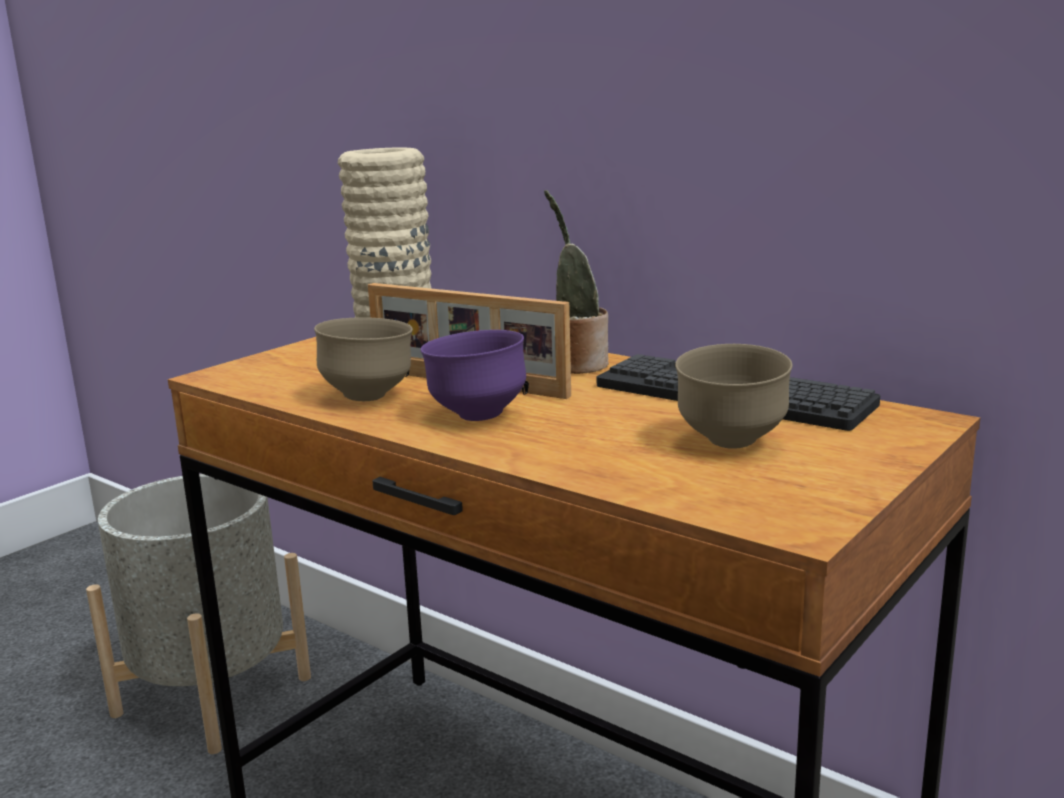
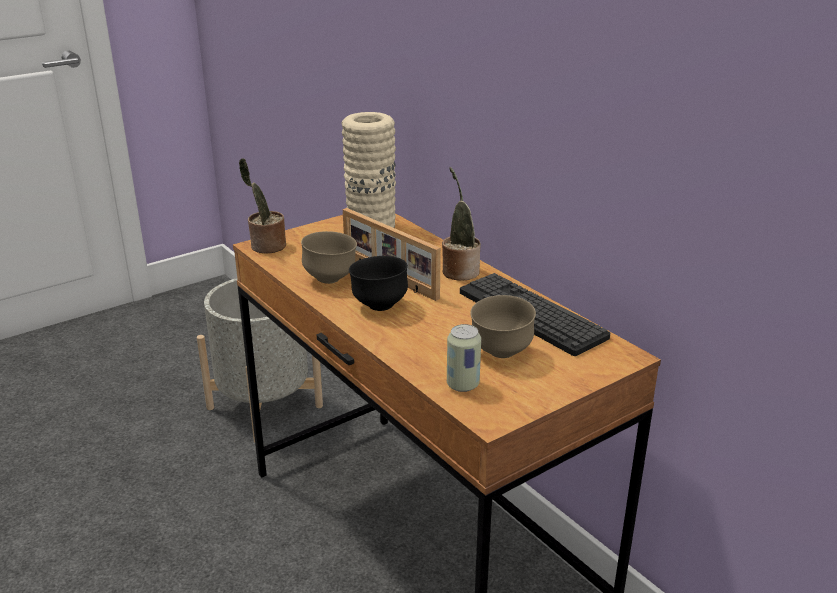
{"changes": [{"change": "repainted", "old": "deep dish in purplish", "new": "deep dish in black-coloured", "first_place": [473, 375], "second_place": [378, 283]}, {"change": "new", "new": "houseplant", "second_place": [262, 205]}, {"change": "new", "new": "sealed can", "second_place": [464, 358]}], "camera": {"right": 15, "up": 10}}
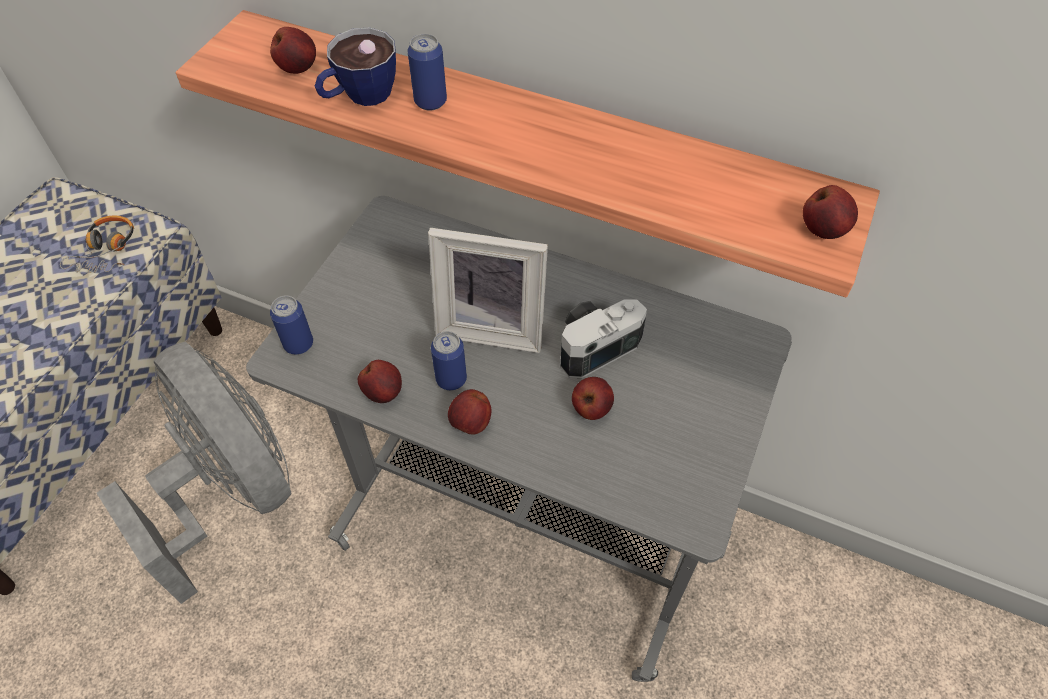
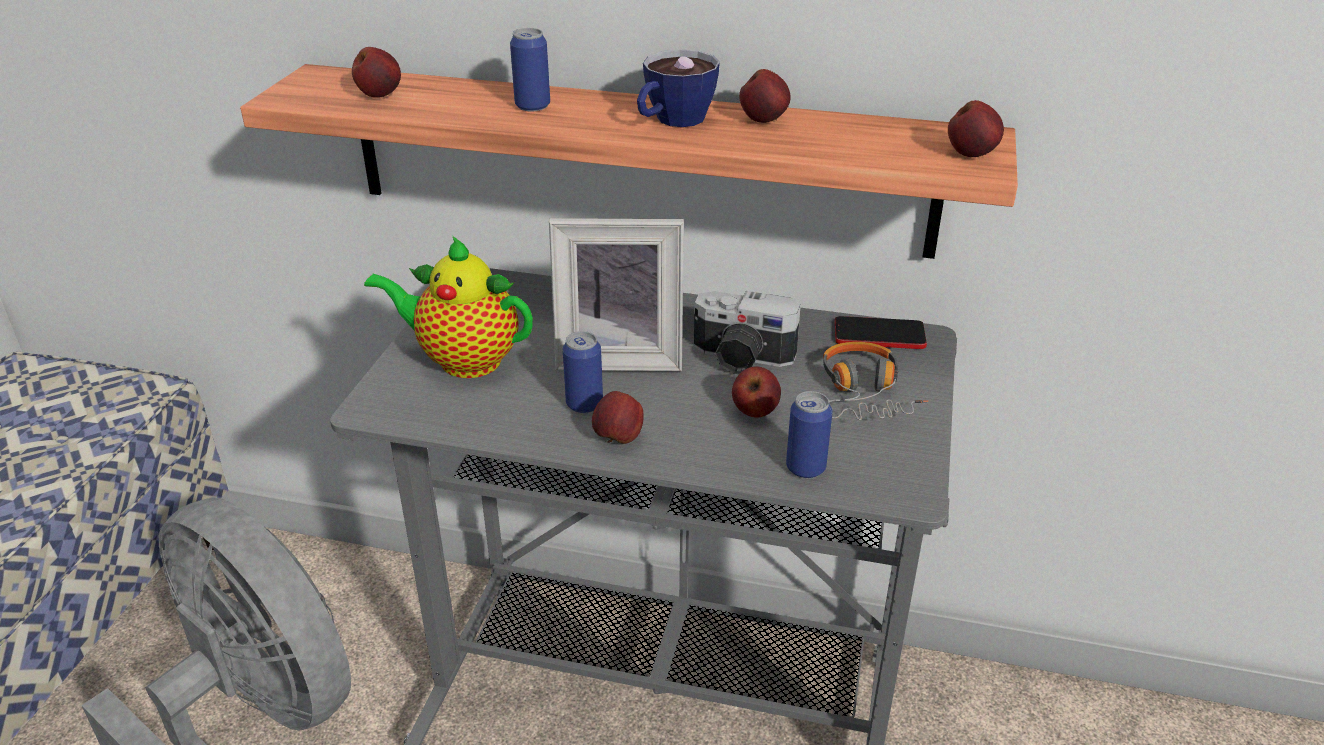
{"changes": [{"change": "shifted", "old": "headset", "first_place": [97, 244], "second_place": [876, 381]}, {"change": "shifted", "old": "sealed can", "first_place": [291, 325], "second_place": [809, 435]}, {"change": "shifted", "old": "cup", "first_place": [355, 66], "second_place": [678, 88]}, {"change": "shifted", "old": "apple", "first_place": [380, 381], "second_place": [765, 96]}, {"change": "rotated", "old": "photo camera", "first_place": [604, 338], "second_place": [747, 332], "degrees": -120}, {"change": "new", "new": "tea pot", "second_place": [448, 307]}, {"change": "new", "new": "telephone", "second_place": [881, 332]}], "camera": {"right": -10, "up": -20}}
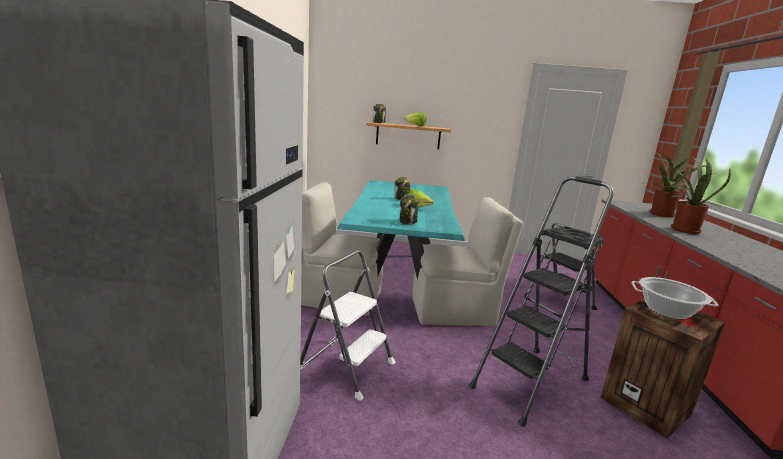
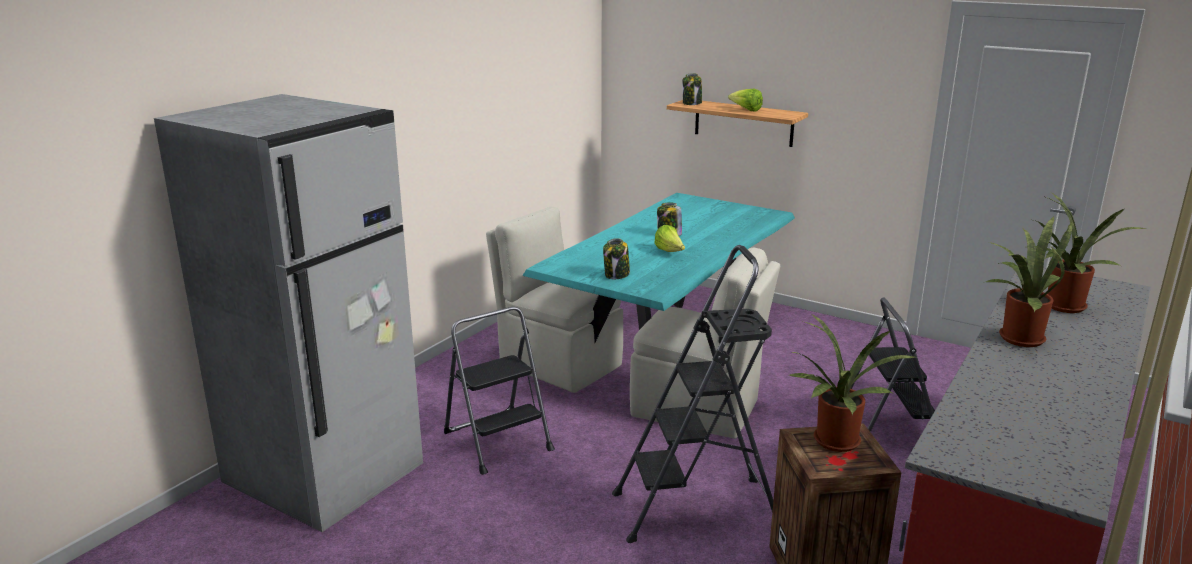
{"changes": [{"change": "repainted", "old": "step stool in white", "new": "step stool in black-coloured", "first_place": [347, 325], "second_place": [499, 391]}, {"change": "swapped", "old": "stockpot", "new": "houseplant", "first_place": [675, 298], "second_place": [853, 383]}], "camera": {"right": 30, "up": 5}}
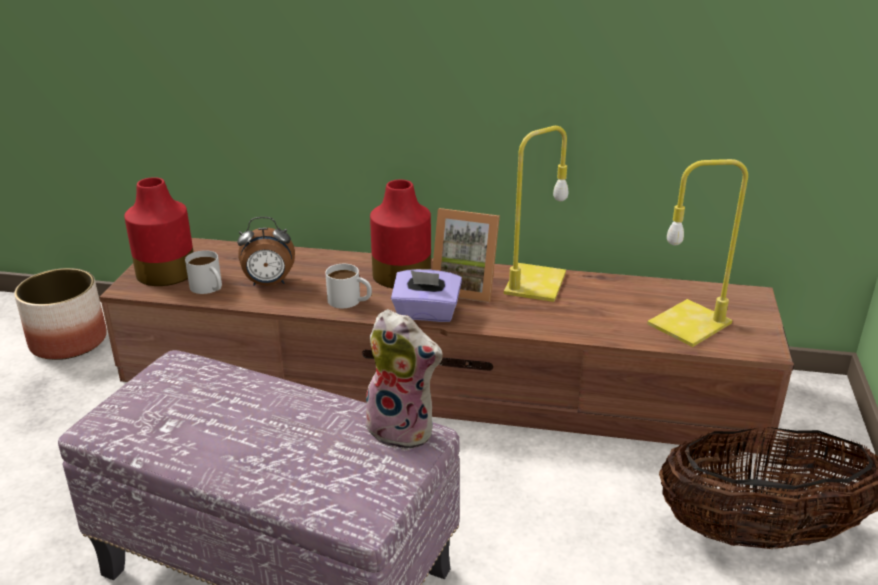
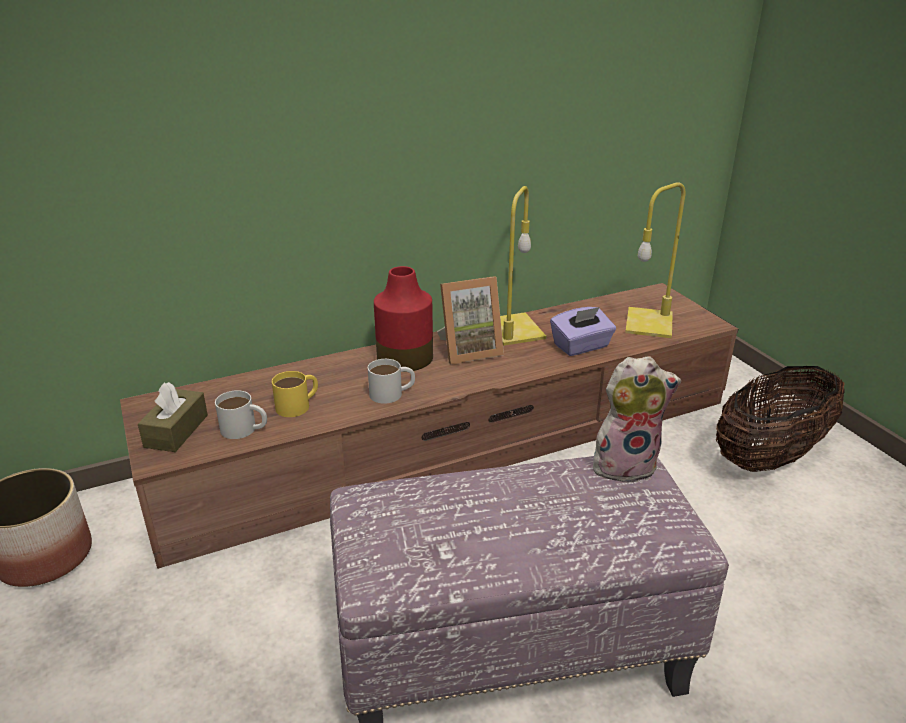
{"changes": [{"change": "swapped", "old": "flower vase in red", "new": "box of tissues in brown", "first_place": [158, 231], "second_place": [173, 417]}, {"change": "swapped", "old": "table clock", "new": "tea mug in yellow-coloured", "first_place": [266, 251], "second_place": [295, 394]}, {"change": "shifted", "old": "box of tissues in purplish", "first_place": [426, 295], "second_place": [583, 331]}], "camera": {"right": -35, "up": 0}}
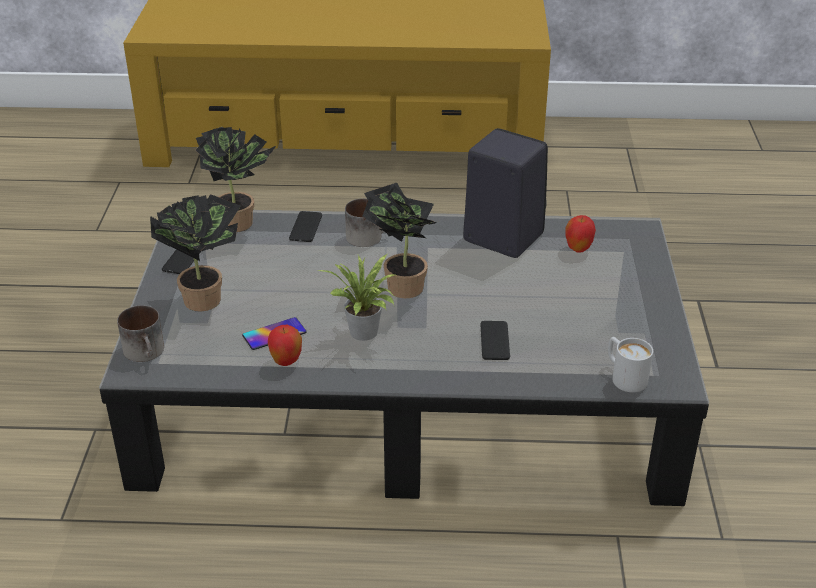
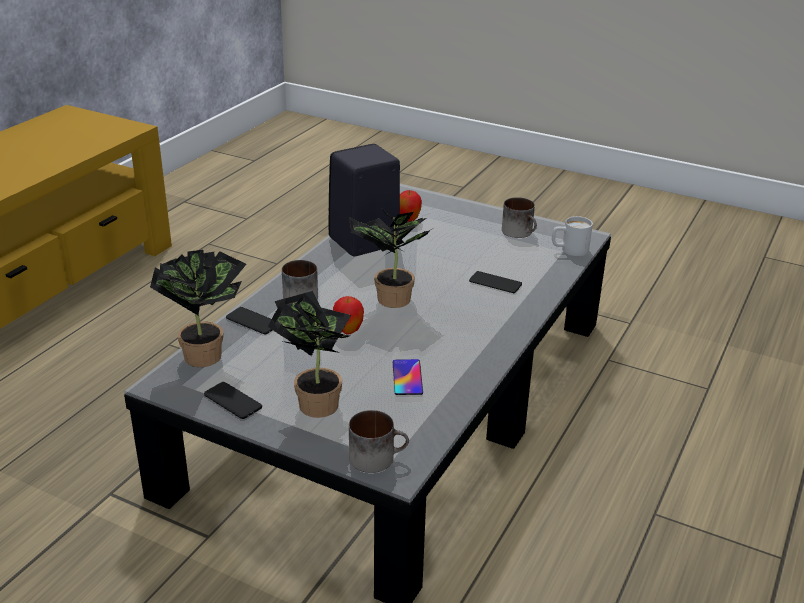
{"changes": [{"change": "shifted", "old": "apple", "first_place": [285, 345], "second_place": [348, 315]}, {"change": "gone", "old": "houseplant", "first_place": [356, 297]}, {"change": "new", "new": "tea mug", "second_place": [519, 217]}], "camera": {"right": -65, "up": -5}}
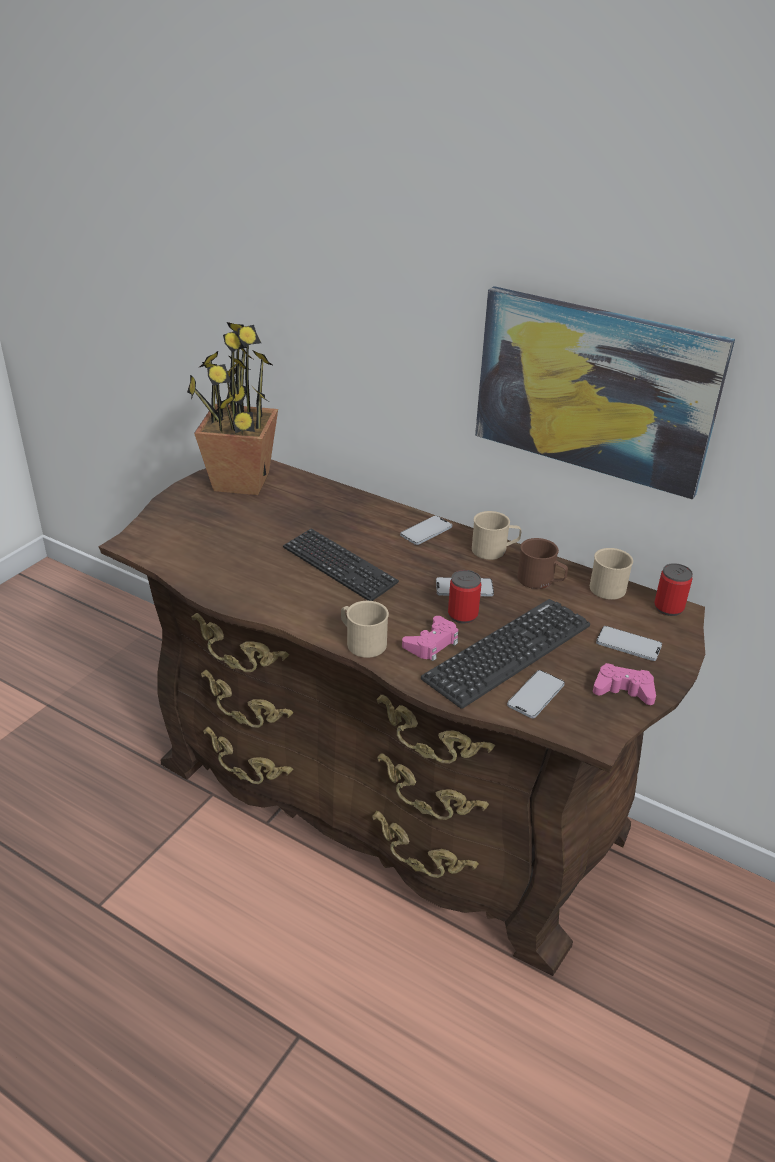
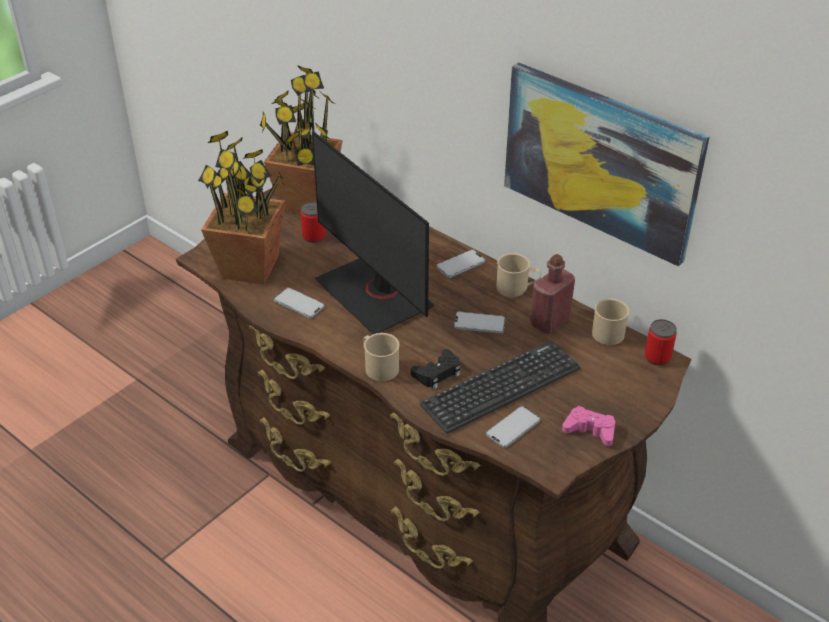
{"changes": [{"change": "swapped", "old": "PC keyboard", "new": "computer display", "first_place": [341, 565], "second_place": [373, 232]}, {"change": "repainted", "old": "game controller in pink-coloured", "new": "game controller in black-coloured", "first_place": [430, 638], "second_place": [435, 369]}, {"change": "shifted", "old": "sealed can", "first_place": [464, 597], "second_place": [313, 222]}, {"change": "swapped", "old": "tea mug in brown", "new": "bottle in red", "first_place": [542, 563], "second_place": [552, 294]}, {"change": "shifted", "old": "telephone", "first_place": [629, 643], "second_place": [299, 302]}, {"change": "new", "new": "houseplant", "second_place": [242, 208]}], "camera": {"right": 10, "up": 5}}
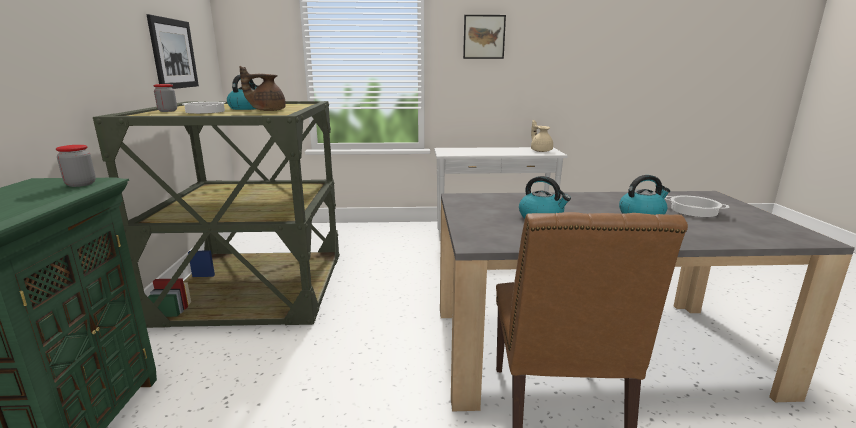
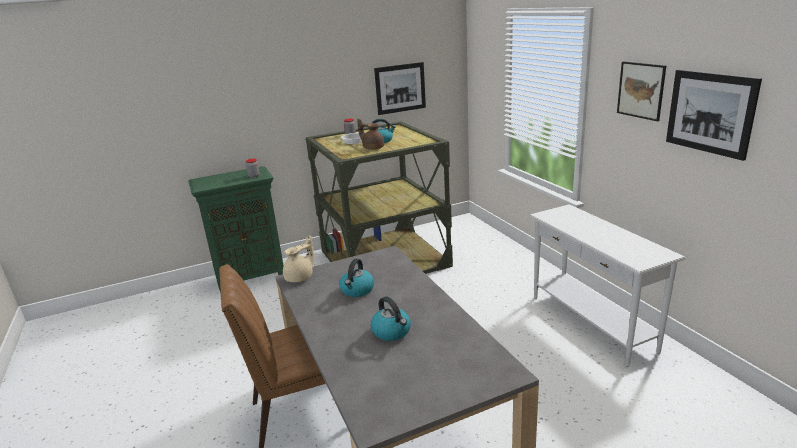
{"changes": [{"change": "shifted", "old": "tea pot in beige-coloured", "first_place": [542, 136], "second_place": [298, 258]}, {"change": "gone", "old": "stockpot", "first_place": [697, 206]}, {"change": "new", "new": "wall picture", "second_place": [714, 115]}], "camera": {"right": 70, "up": 5}}
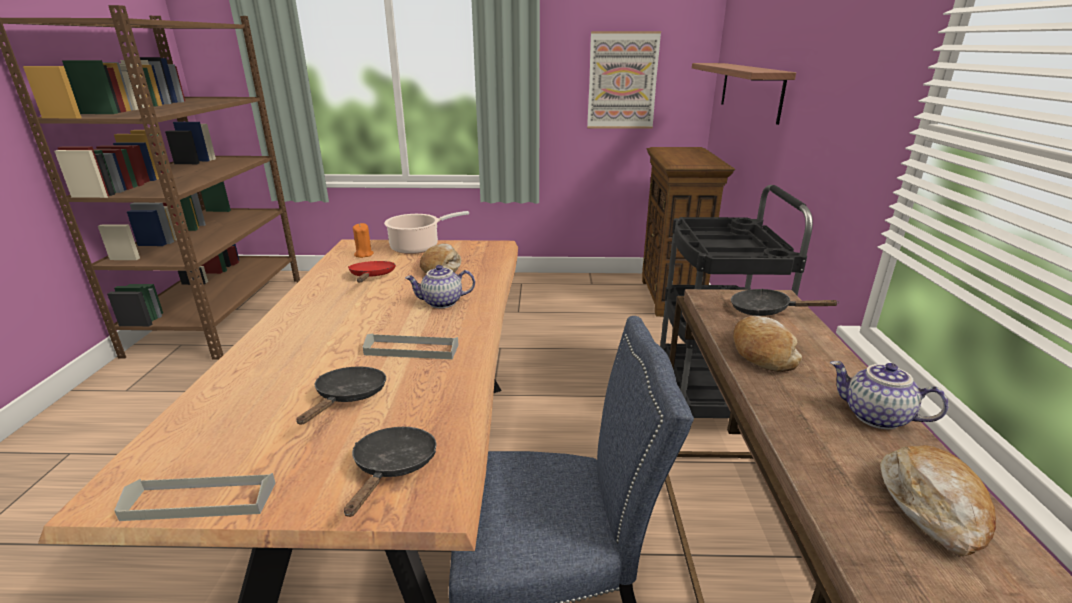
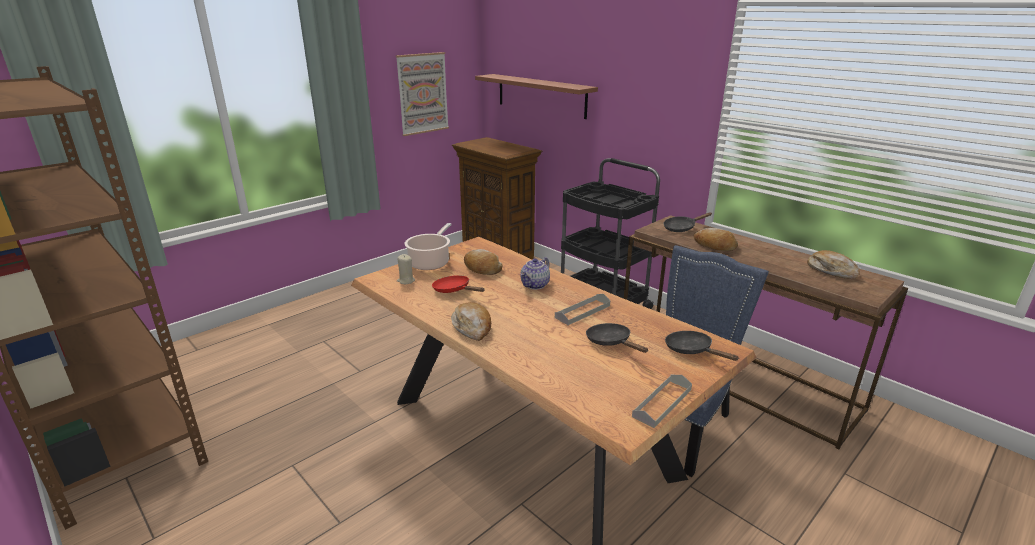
{"changes": [{"change": "repainted", "old": "wax candle in orange", "new": "wax candle in beige-coloured", "first_place": [363, 240], "second_place": [406, 269]}, {"change": "gone", "old": "tea pot", "first_place": [889, 395]}, {"change": "new", "new": "bakery bread", "second_place": [471, 321]}], "camera": {"right": -45, "up": 0}}
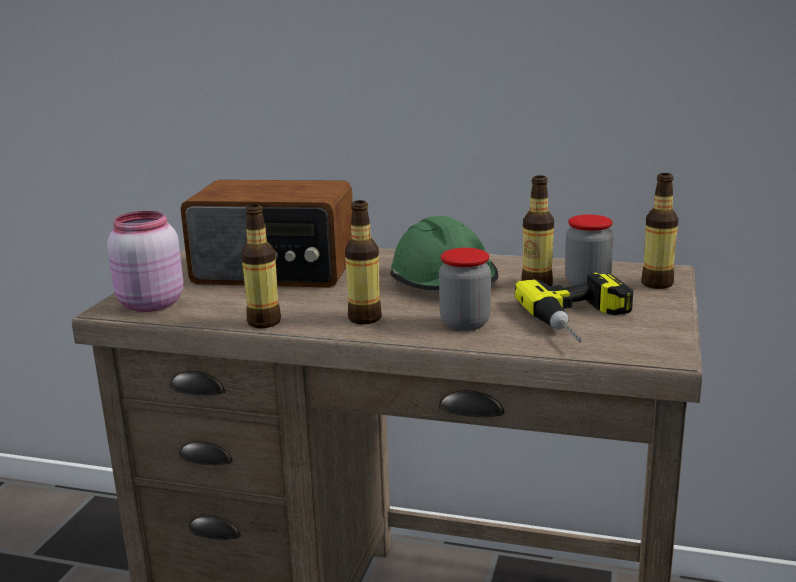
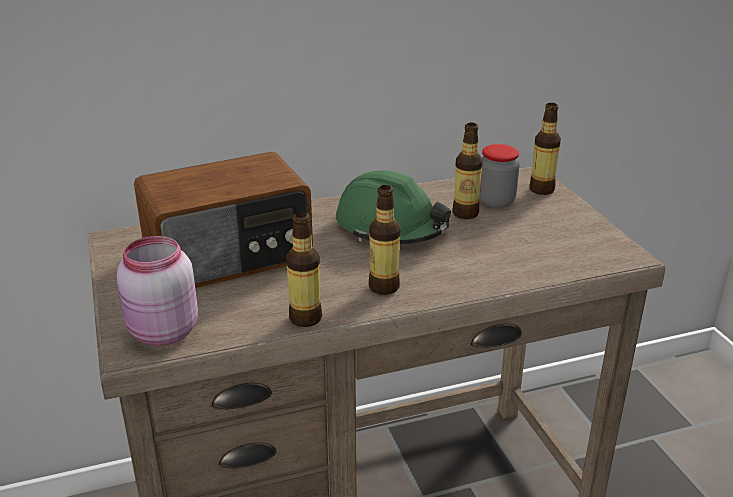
{"changes": [{"change": "gone", "old": "storage jar", "first_place": [465, 289]}, {"change": "gone", "old": "drill", "first_place": [574, 307]}], "camera": {"right": -35, "up": 10}}
